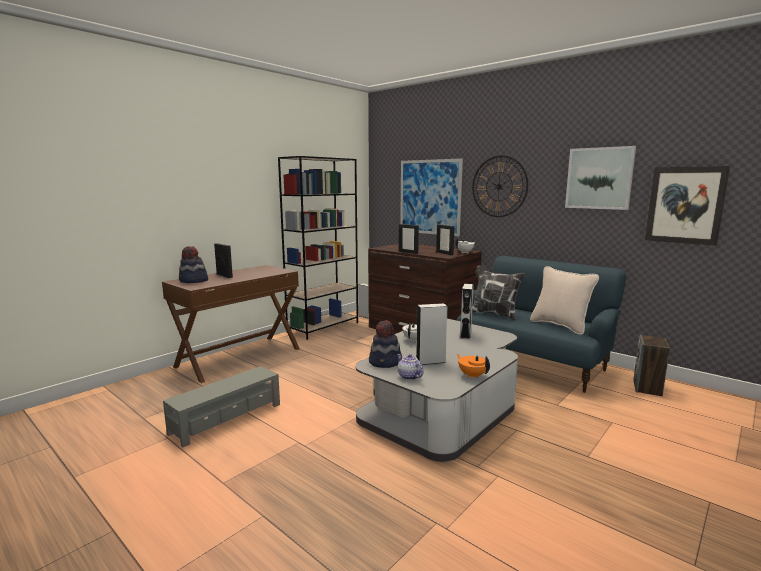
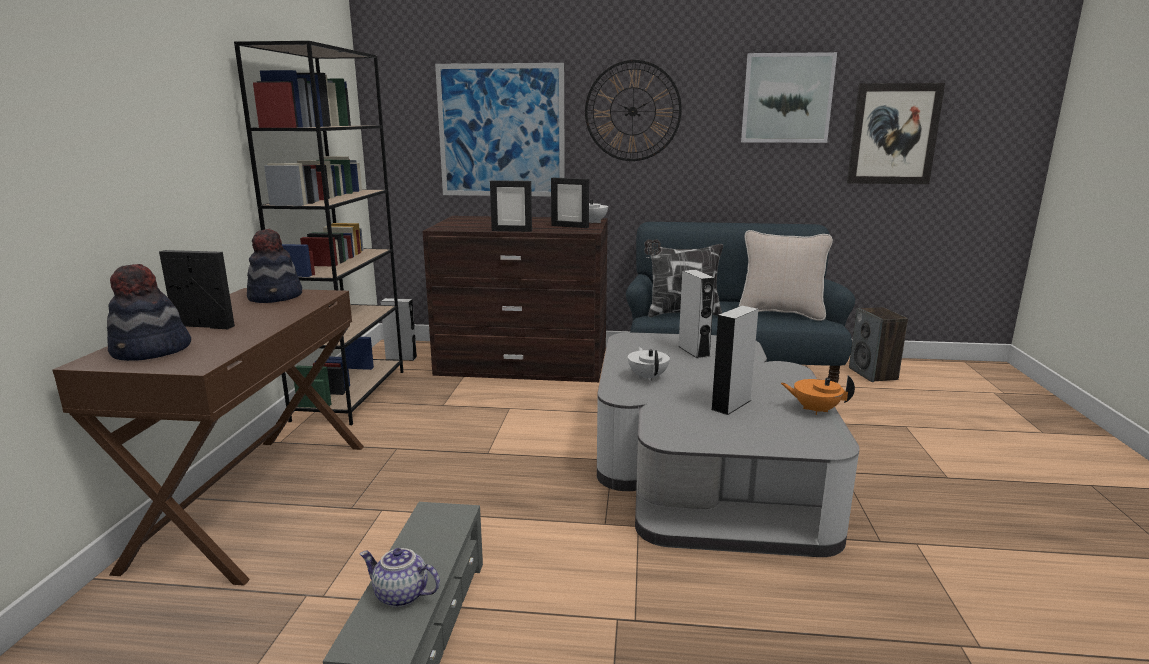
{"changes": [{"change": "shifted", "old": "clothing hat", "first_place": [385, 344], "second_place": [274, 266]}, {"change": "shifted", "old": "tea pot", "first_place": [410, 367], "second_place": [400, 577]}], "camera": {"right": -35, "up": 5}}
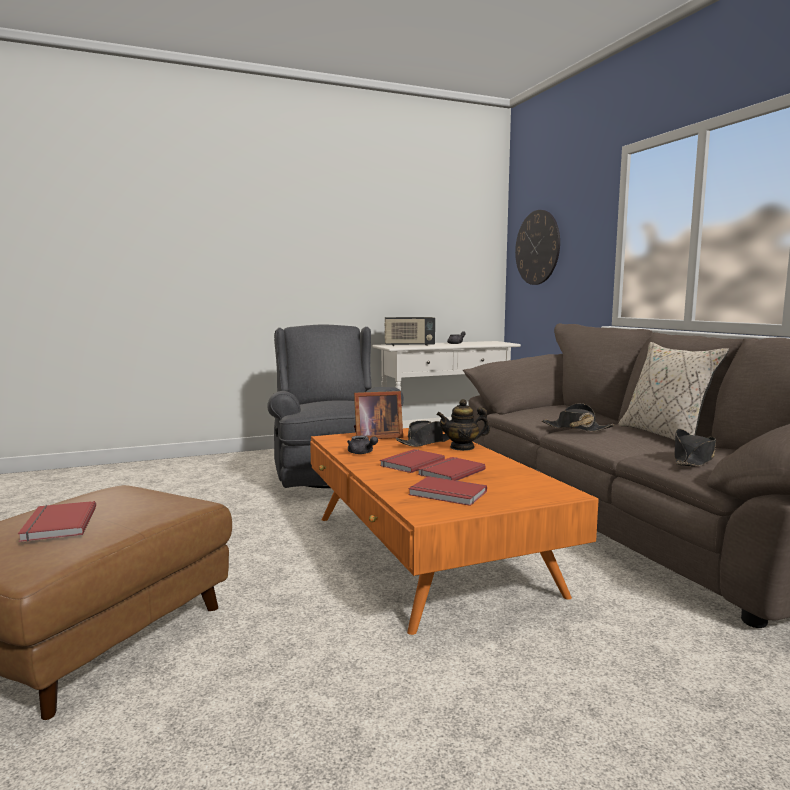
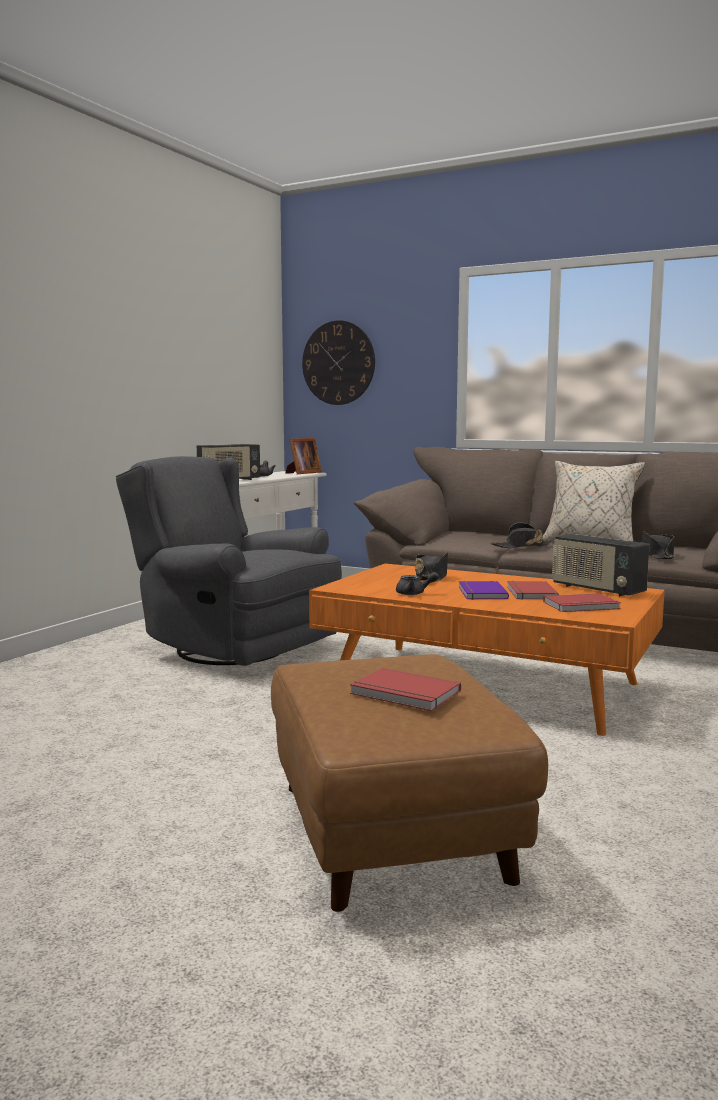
{"changes": [{"change": "shifted", "old": "standing frame", "first_place": [378, 415], "second_place": [303, 456]}, {"change": "repainted", "old": "volume in red", "new": "volume in purplish", "first_place": [412, 461], "second_place": [484, 590]}, {"change": "gone", "old": "tea pot", "first_place": [463, 425]}, {"change": "new", "new": "radio set", "second_place": [600, 565]}], "camera": {"right": -40, "up": 0}}
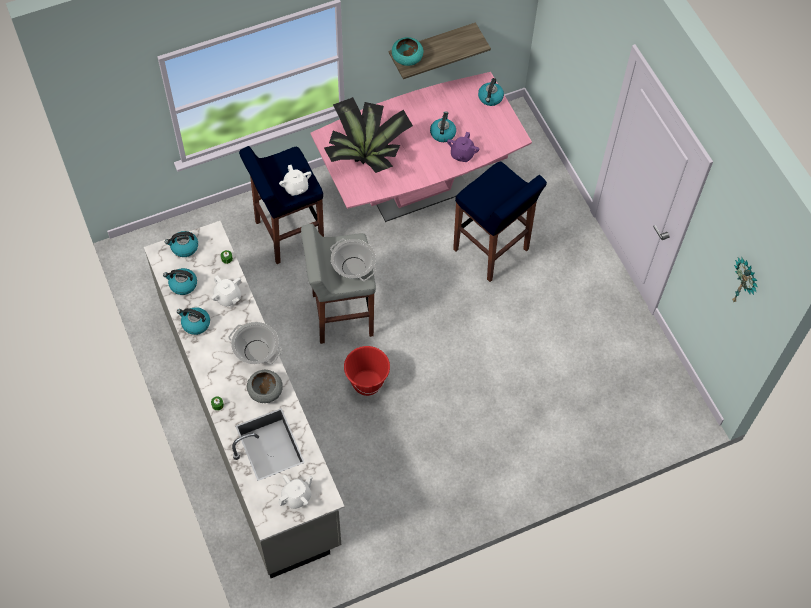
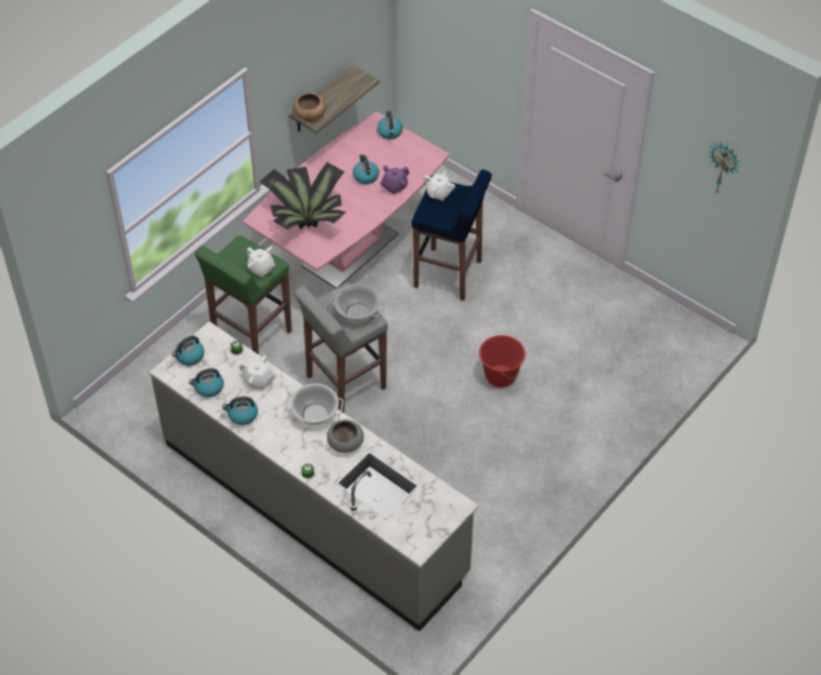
{"changes": [{"change": "repainted", "old": "stool seat in blue", "new": "stool seat in green", "first_place": [281, 205], "second_place": [243, 295]}, {"change": "shifted", "old": "tea pot in white", "first_place": [295, 492], "second_place": [439, 185]}, {"change": "shifted", "old": "water bucket in red", "first_place": [367, 371], "second_place": [502, 361]}, {"change": "repainted", "old": "deep dish in blue-green", "new": "deep dish in brown", "first_place": [407, 51], "second_place": [309, 107]}, {"change": "rotated", "old": "tea pot in purplish", "first_place": [463, 147], "second_place": [394, 179], "degrees": 60}], "camera": {"right": -25, "up": -10}}
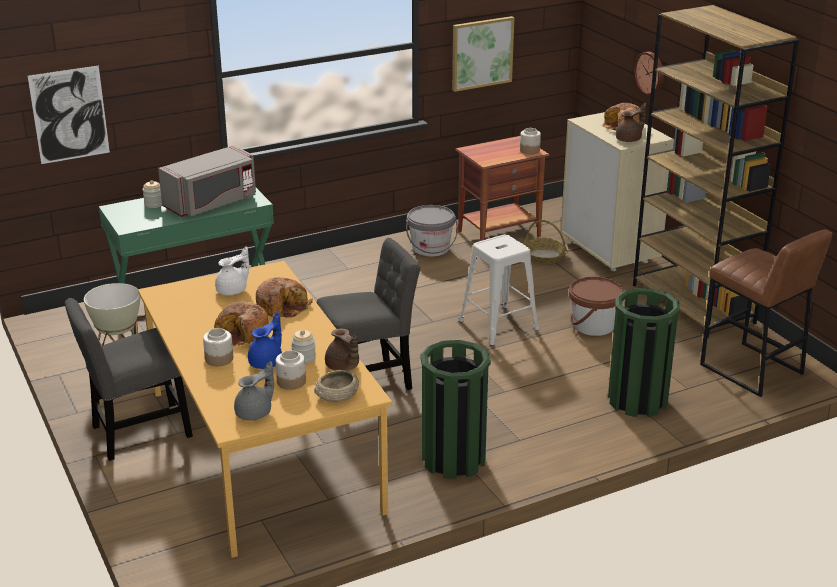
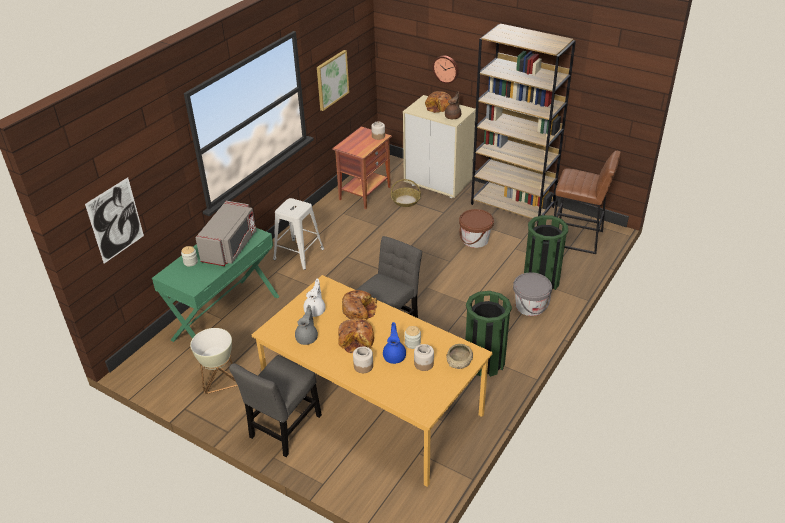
{"changes": [{"change": "shifted", "old": "tea pot in grey", "first_place": [254, 391], "second_place": [306, 325]}, {"change": "gone", "old": "tea pot in brown", "first_place": [342, 350]}, {"change": "shifted", "old": "water bucket in grey", "first_place": [432, 231], "second_place": [532, 294]}, {"change": "shifted", "old": "stool seat in white", "first_place": [499, 290], "second_place": [298, 234]}], "camera": {"right": -30, "up": 10}}
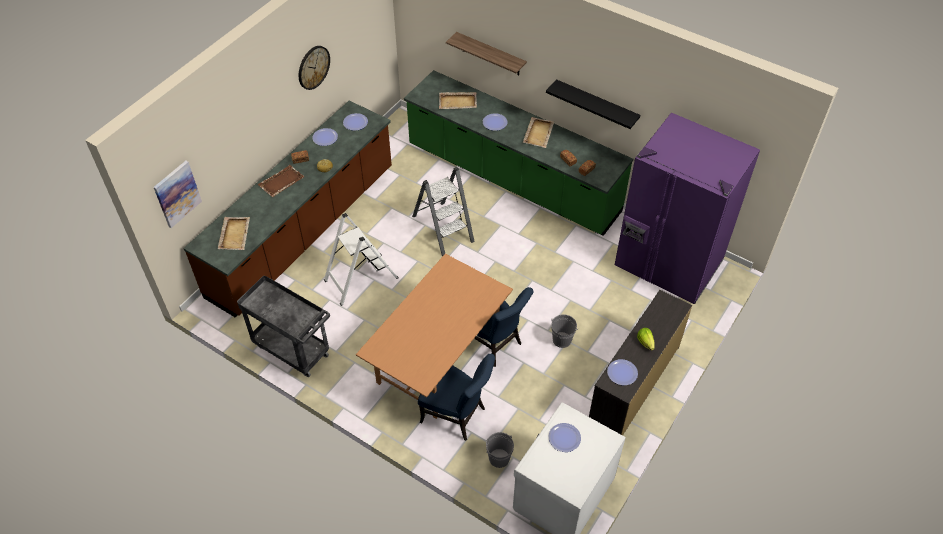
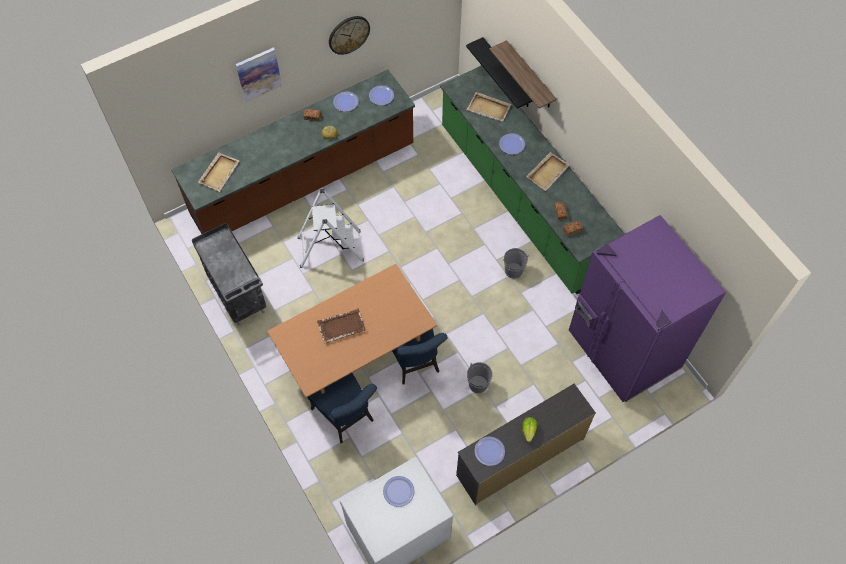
{"changes": [{"change": "shifted", "old": "wall picture", "first_place": [178, 194], "second_place": [259, 74]}, {"change": "shifted", "old": "serving tray in brown", "first_place": [281, 181], "second_place": [341, 326]}, {"change": "gone", "old": "step stool in grey", "first_place": [443, 211]}, {"change": "shifted", "old": "water bucket in grey", "first_place": [500, 450], "second_place": [516, 263]}, {"change": "shifted", "old": "bracket shelf in black-coloured", "first_place": [593, 104], "second_place": [499, 73]}], "camera": {"right": 25, "up": 10}}
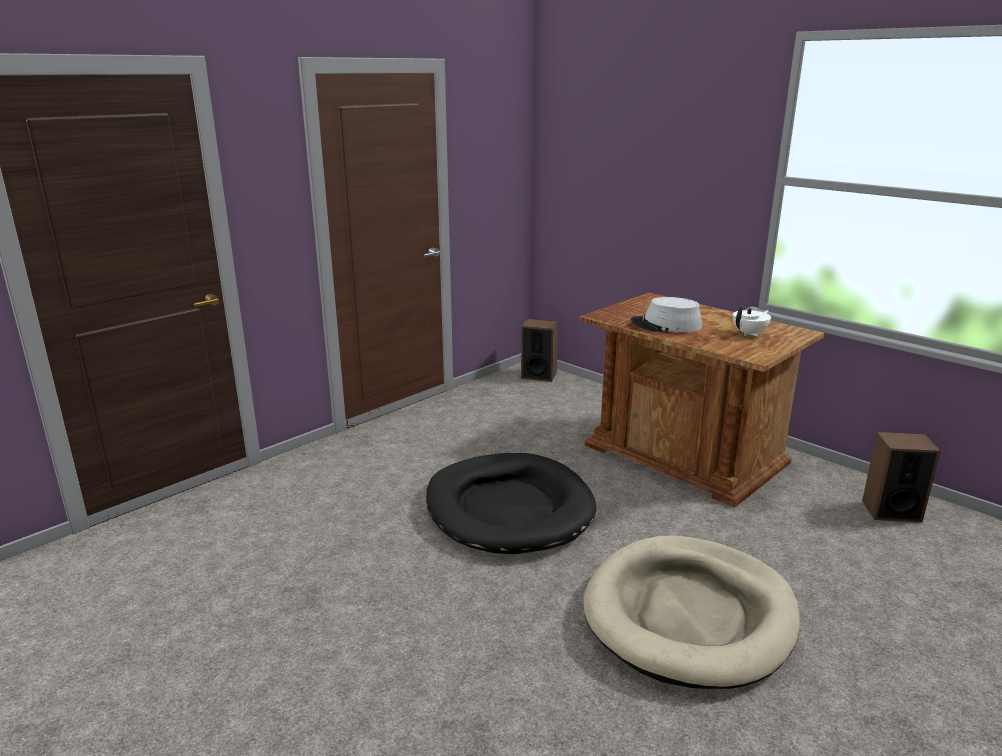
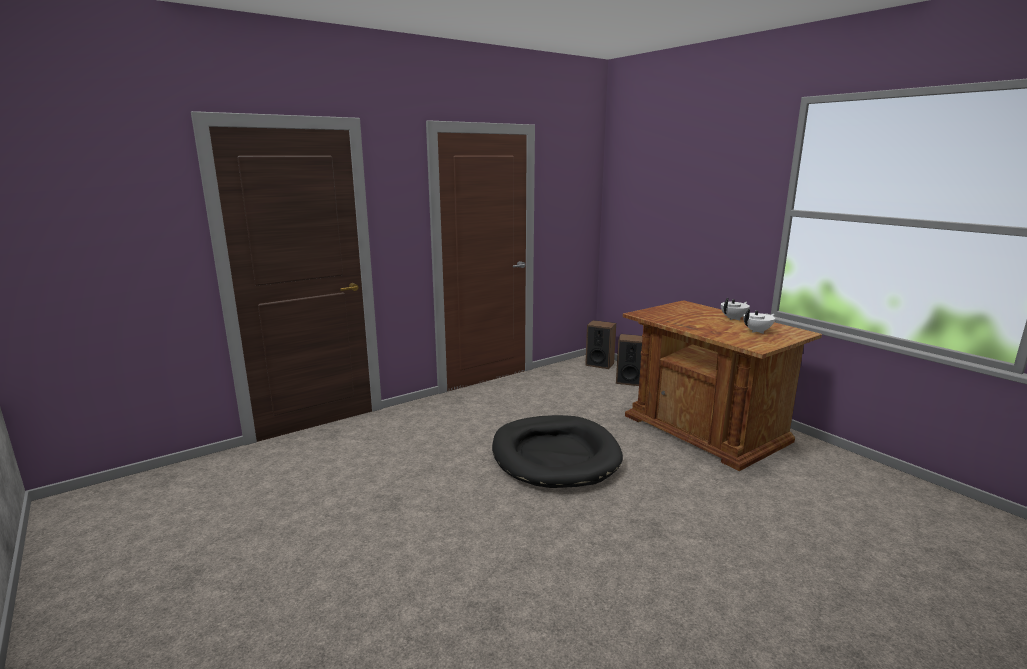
{"changes": [{"change": "gone", "old": "dog cushion in beige-coloured", "first_place": [691, 612]}, {"change": "gone", "old": "clothing hat in grey", "first_place": [666, 314]}, {"change": "shifted", "old": "audio speaker", "first_place": [901, 477], "second_place": [629, 360]}, {"change": "new", "new": "tea pot in white", "second_place": [735, 309]}], "camera": {"right": 10, "up": -5}}
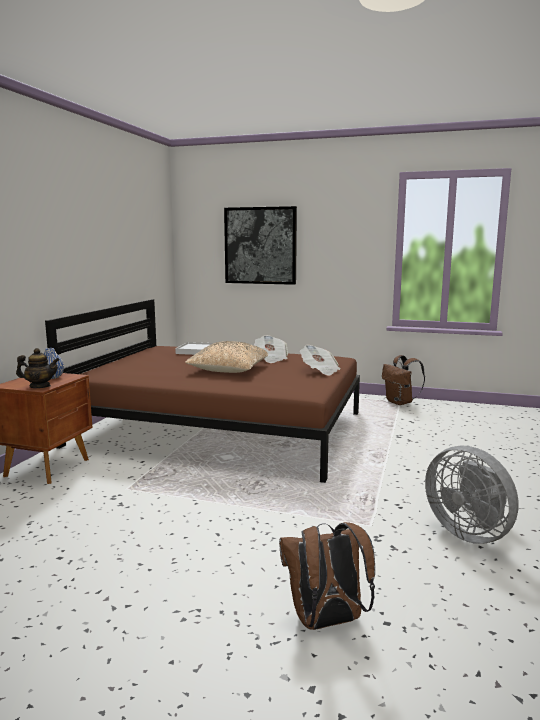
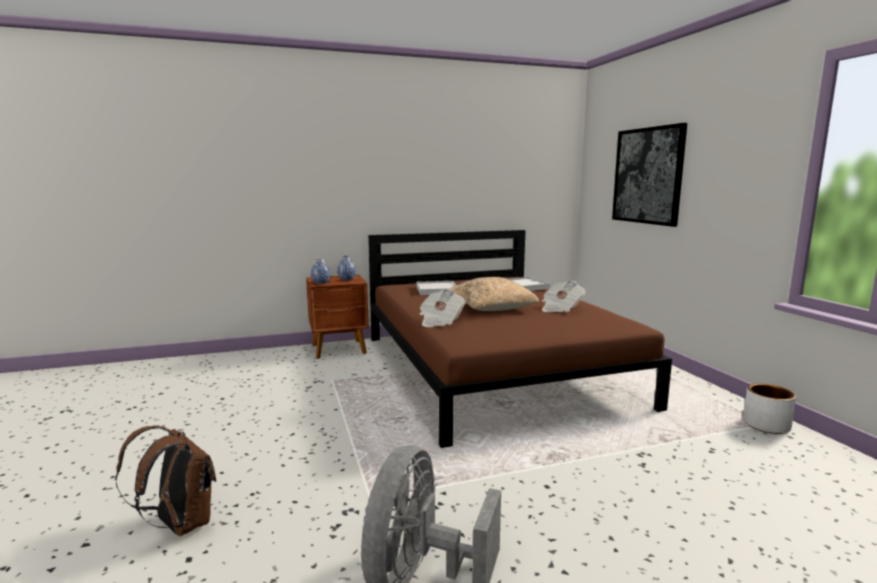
{"changes": [{"change": "swapped", "old": "tea pot", "new": "flower vase in blue", "first_place": [37, 368], "second_place": [321, 271]}, {"change": "shifted", "old": "newspaper", "first_place": [320, 360], "second_place": [442, 308]}, {"change": "swapped", "old": "rucksack in brown", "new": "planter in white", "first_place": [403, 380], "second_place": [769, 408]}, {"change": "new", "new": "serving tray in white", "second_place": [436, 288]}], "camera": {"right": 55, "up": 0}}
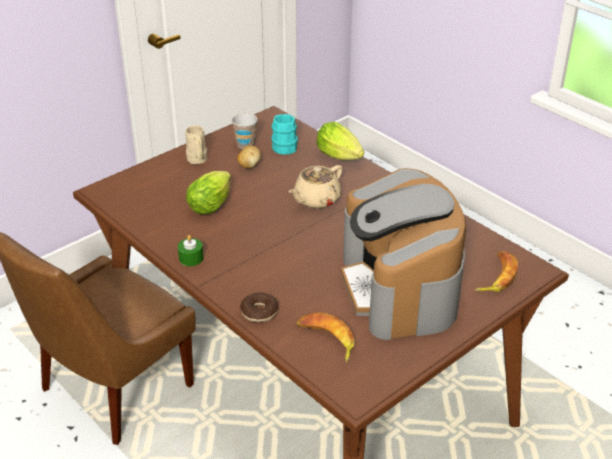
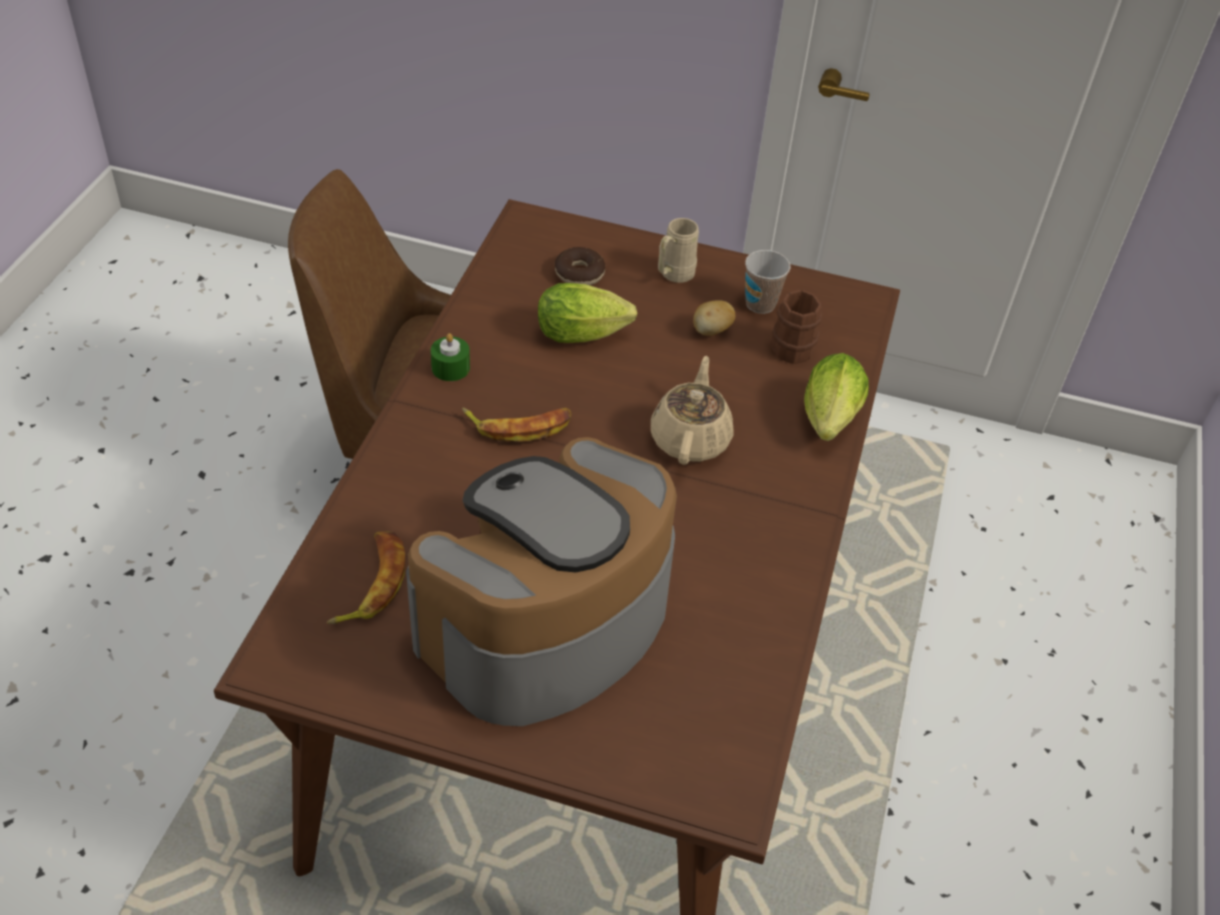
{"changes": [{"change": "shifted", "old": "doughnut", "first_place": [259, 307], "second_place": [580, 266]}, {"change": "repainted", "old": "tea mug in blue-green", "new": "tea mug in brown", "first_place": [284, 134], "second_place": [796, 327]}, {"change": "rotated", "old": "tea pot in beige-coloured", "first_place": [316, 187], "second_place": [692, 410], "degrees": 90}, {"change": "shifted", "old": "whole banana", "first_place": [496, 271], "second_place": [516, 425]}], "camera": {"right": 55, "up": 10}}
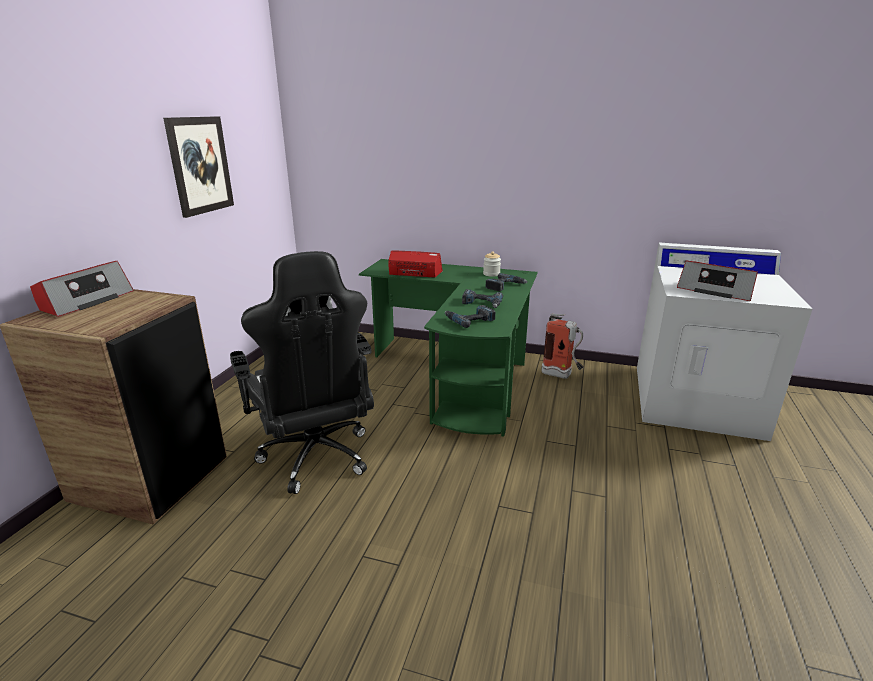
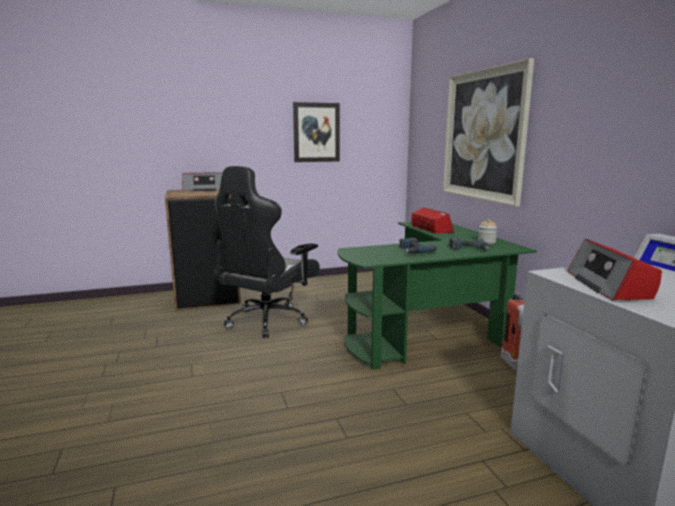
{"changes": [{"change": "gone", "old": "drill", "first_place": [470, 316]}, {"change": "new", "new": "wall picture", "second_place": [488, 132]}], "camera": {"right": 55, "up": -10}}
